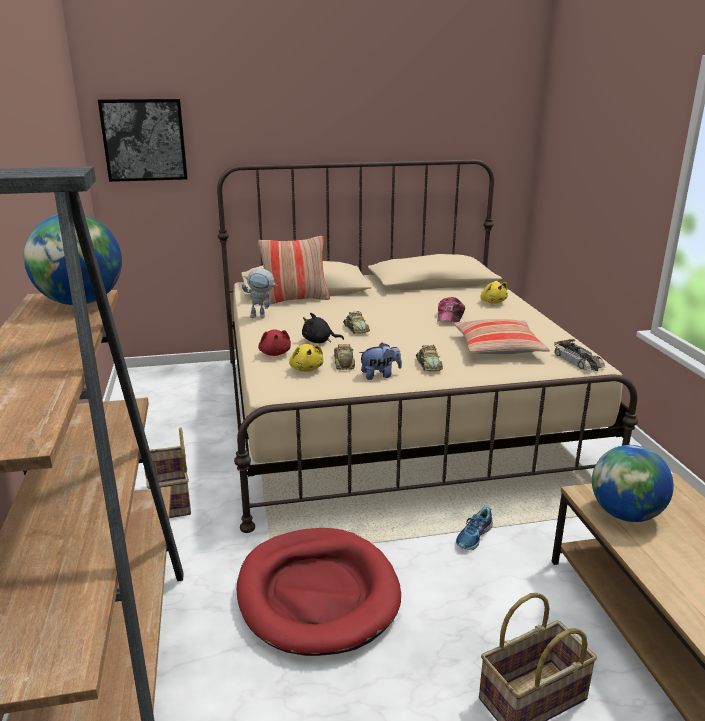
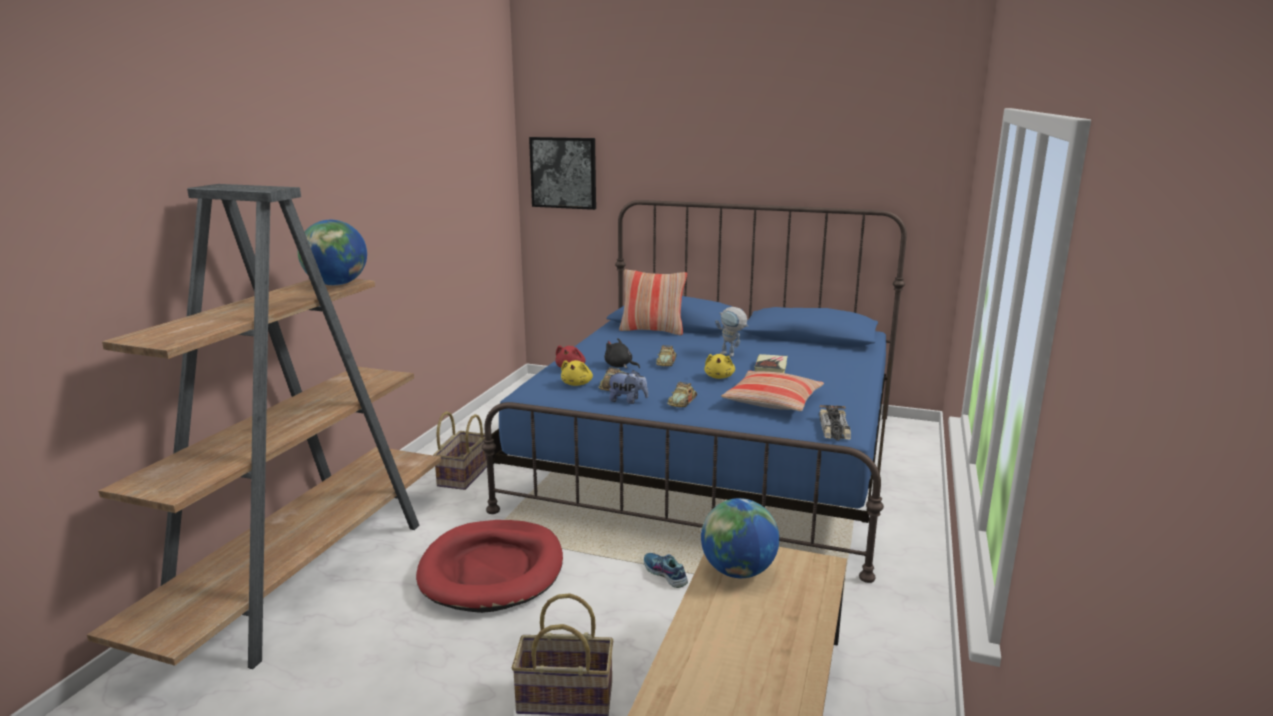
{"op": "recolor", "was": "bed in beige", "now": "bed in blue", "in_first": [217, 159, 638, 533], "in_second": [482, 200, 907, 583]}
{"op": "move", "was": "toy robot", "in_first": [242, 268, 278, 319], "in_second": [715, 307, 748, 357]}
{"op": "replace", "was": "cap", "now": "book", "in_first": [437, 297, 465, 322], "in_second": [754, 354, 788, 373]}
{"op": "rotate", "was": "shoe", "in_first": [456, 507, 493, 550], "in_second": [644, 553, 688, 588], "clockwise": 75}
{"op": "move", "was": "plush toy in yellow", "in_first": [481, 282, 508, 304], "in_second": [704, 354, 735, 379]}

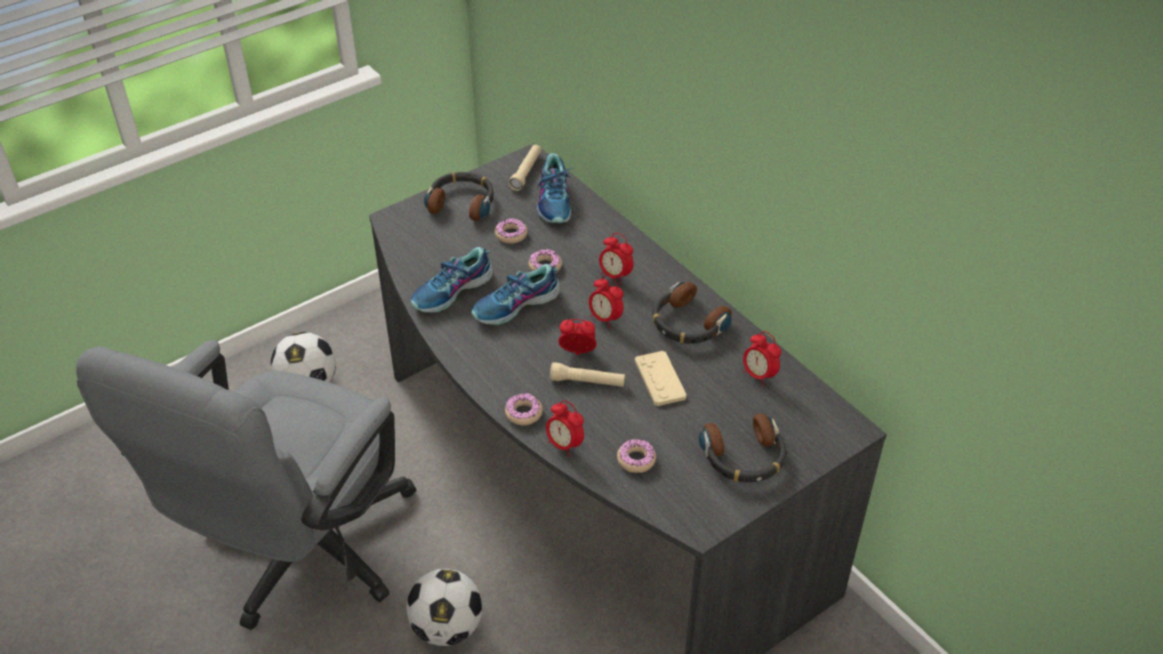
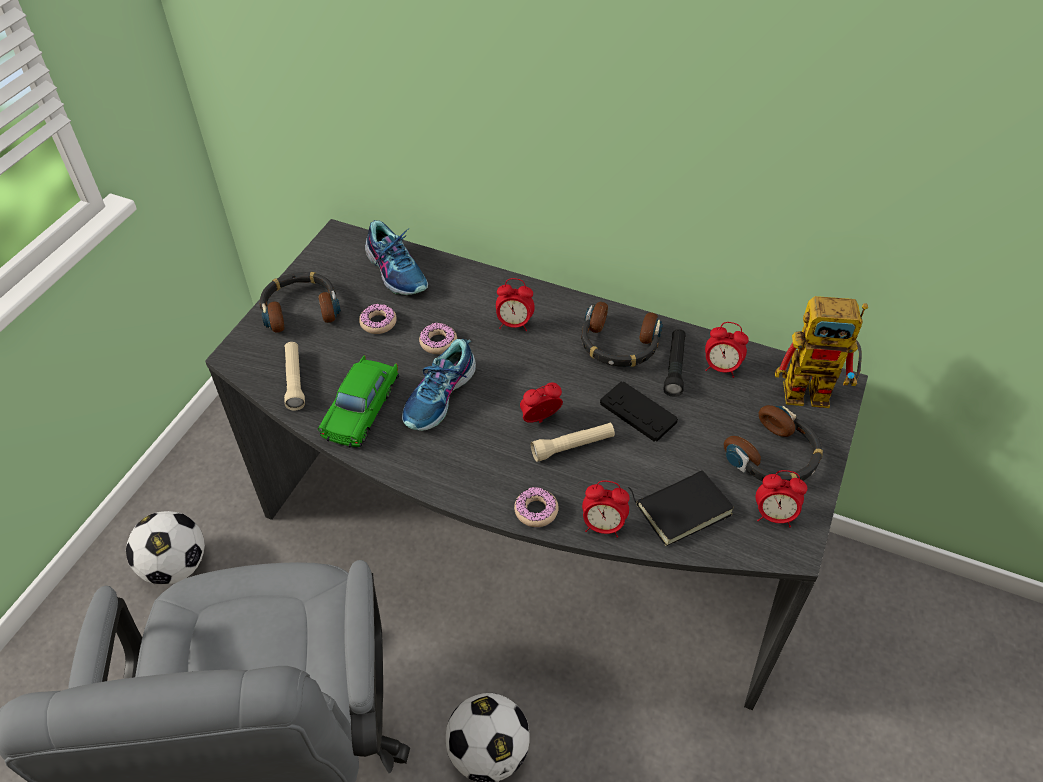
{"op": "replace", "was": "shoe", "now": "toy car in green", "in_first": [411, 247, 493, 313], "in_second": [318, 355, 399, 448]}
{"op": "move", "was": "flashlight in beige", "in_first": [508, 145, 542, 191], "in_second": [284, 342, 305, 410]}
{"op": "move", "was": "alarm clock", "in_first": [589, 275, 623, 329], "in_second": [756, 470, 807, 527]}
{"op": "replace", "was": "donut", "now": "book in black", "in_first": [617, 439, 656, 473], "in_second": [628, 470, 734, 546]}
{"op": "recolor", "was": "game controller in beige", "now": "game controller in black", "in_first": [635, 351, 687, 406], "in_second": [600, 381, 678, 442]}
{"op": "insert", "now": "flashlight in black", "in_second": [664, 329, 686, 397]}
{"op": "insert", "now": "toy robot", "in_second": [775, 296, 868, 408]}

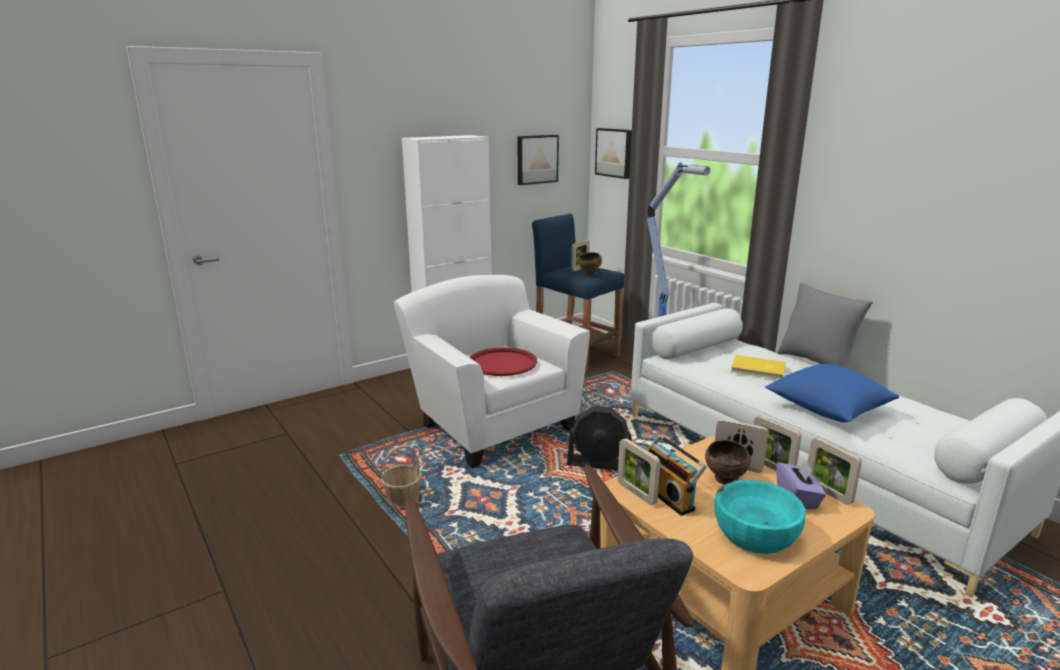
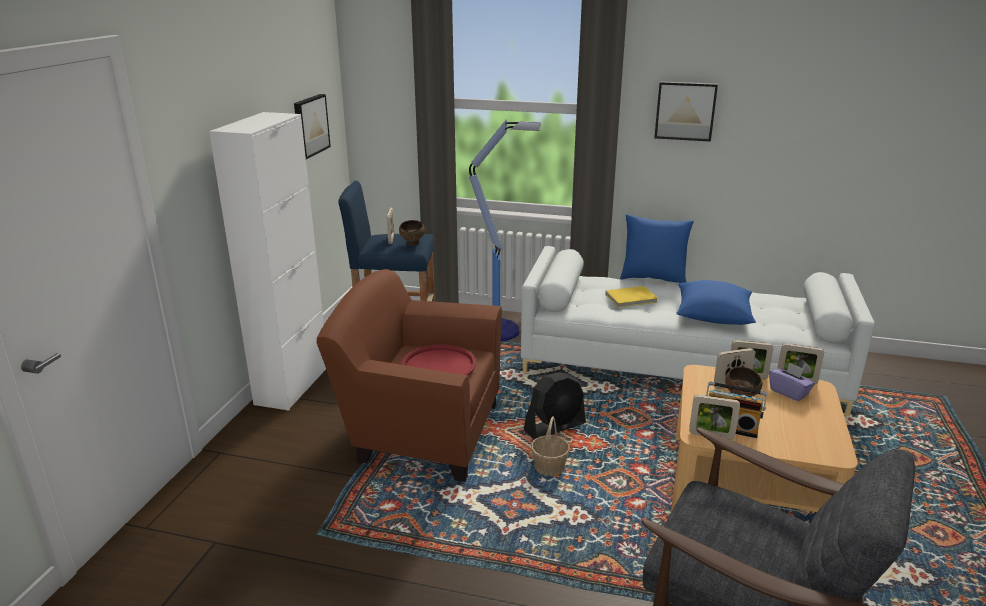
{"op": "move", "was": "basket", "in_first": [381, 445, 422, 507], "in_second": [531, 416, 570, 476]}
{"op": "recolor", "was": "armchair in white", "now": "armchair in brown", "in_first": [394, 275, 590, 468], "in_second": [317, 269, 502, 482]}
{"op": "move", "was": "picture", "in_first": [595, 128, 632, 179], "in_second": [654, 81, 718, 142]}
{"op": "delete", "was": "bowl in turquoise", "in_first": [714, 479, 806, 554]}
{"op": "recolor", "was": "pillow in grey", "now": "pillow in blue", "in_first": [777, 283, 873, 368], "in_second": [620, 214, 694, 283]}

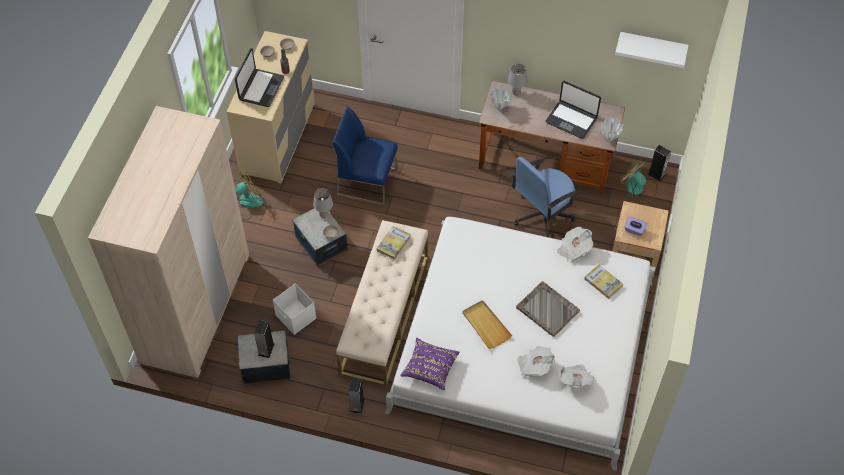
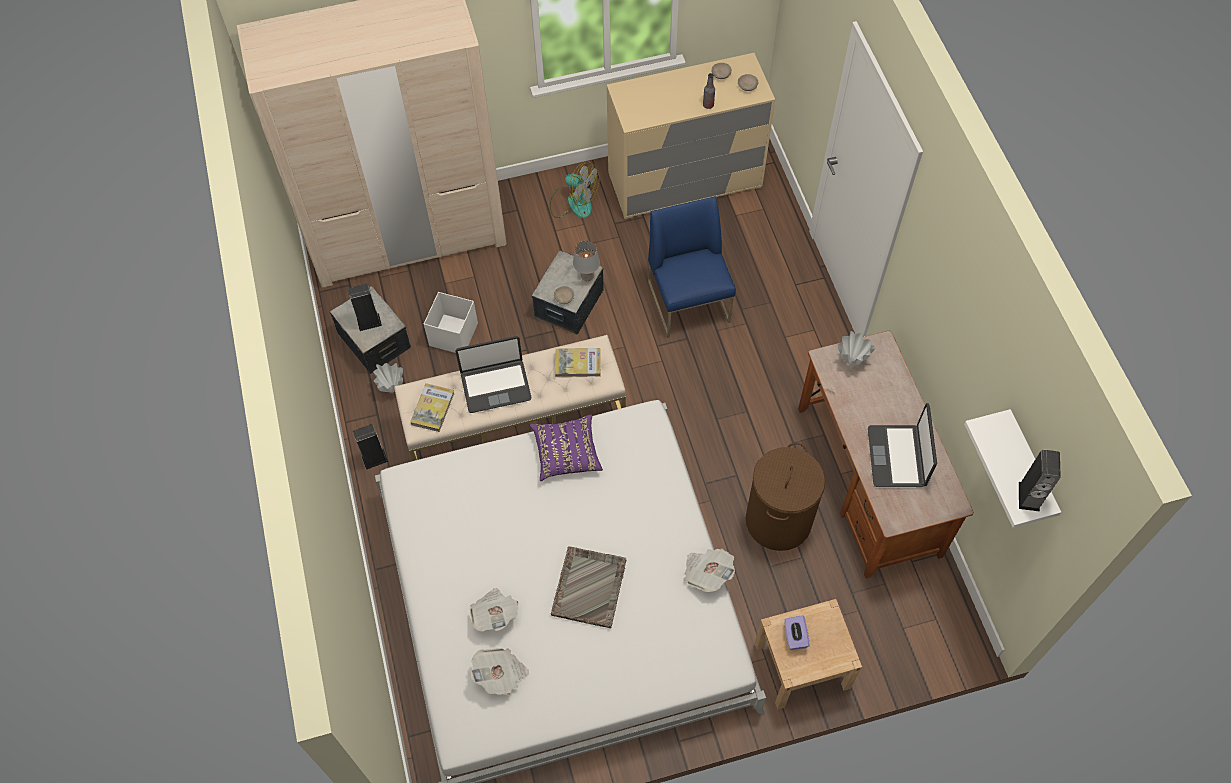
{"op": "move", "was": "laptop", "in_first": [235, 48, 284, 107], "in_second": [455, 336, 531, 413]}
{"op": "move", "was": "pillow in purple", "in_first": [400, 338, 459, 390], "in_second": [530, 414, 603, 481]}
{"op": "delete", "was": "tray in beige", "in_first": [462, 300, 512, 349]}
{"op": "delete", "was": "table lamp in grey", "in_first": [508, 64, 527, 95]}
{"op": "replace", "was": "office chair in blue", "now": "laundry basket in brown", "in_first": [512, 157, 579, 237], "in_second": [746, 442, 825, 551]}
{"op": "move", "was": "book", "in_first": [584, 264, 623, 299], "in_second": [410, 383, 455, 432]}
{"op": "move", "was": "vase in white", "in_first": [600, 117, 624, 142], "in_second": [373, 363, 403, 393]}
{"op": "delete", "was": "fan", "in_first": [620, 159, 658, 202]}
{"op": "move", "was": "speaker", "in_first": [648, 145, 671, 182], "in_second": [1019, 450, 1061, 512]}

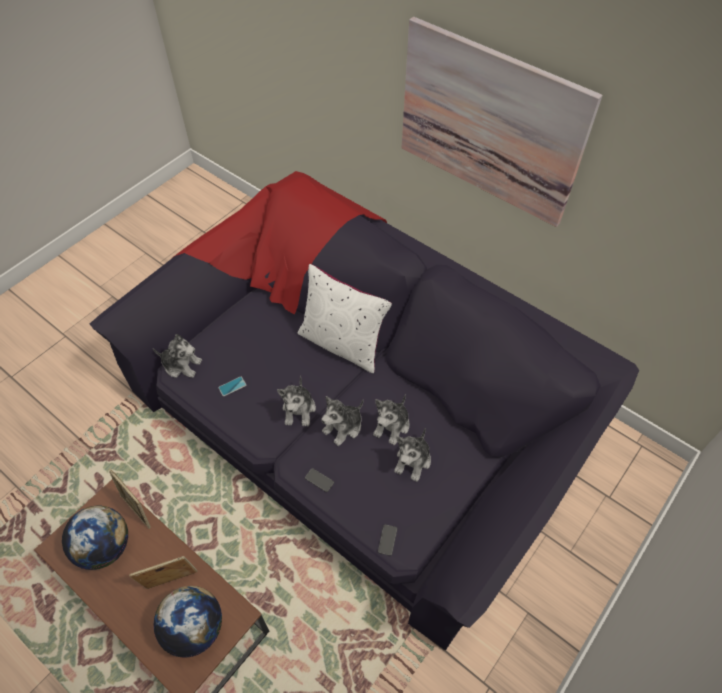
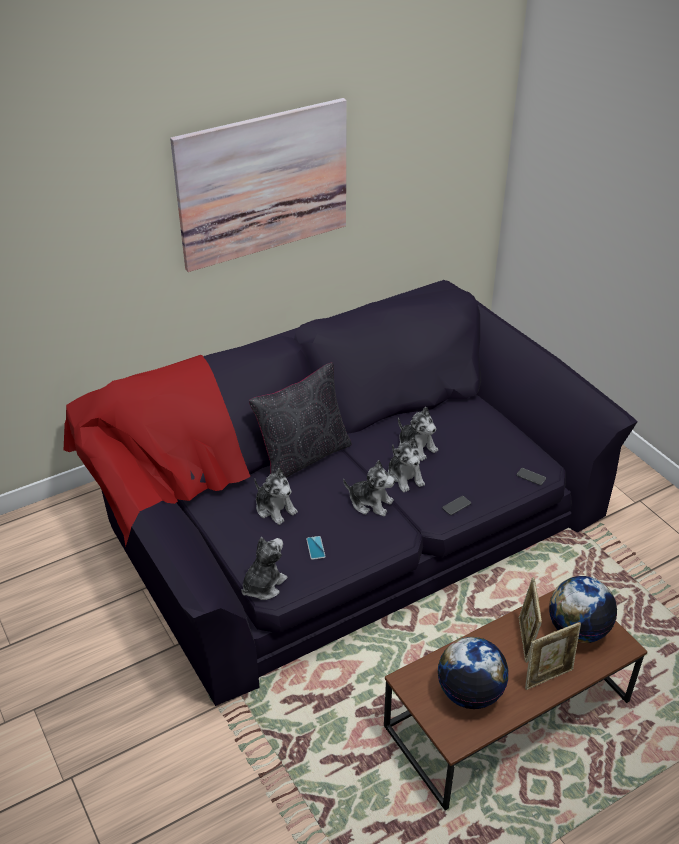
{"op": "move", "was": "picture frame", "in_first": [109, 469, 151, 529], "in_second": [525, 622, 581, 690]}
{"op": "recolor", "was": "pillow in white", "now": "pillow in black", "in_first": [298, 264, 392, 374], "in_second": [249, 362, 352, 478]}
{"op": "move", "was": "plush toy", "in_first": [394, 428, 431, 482], "in_second": [254, 468, 298, 525]}

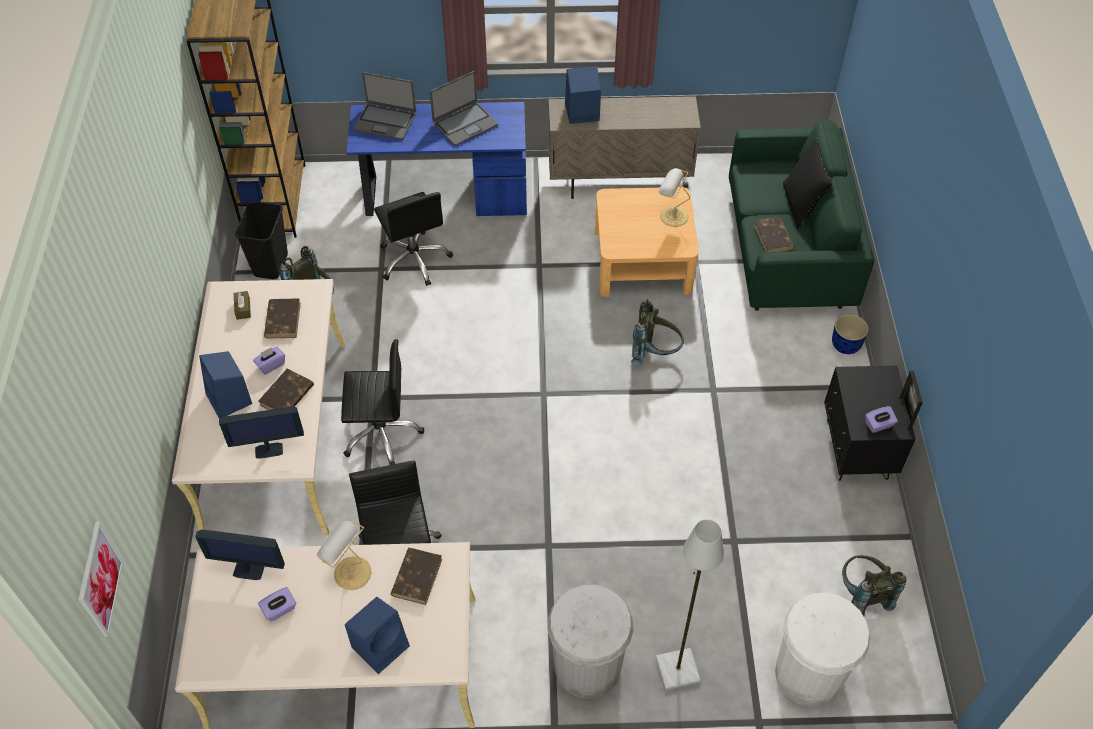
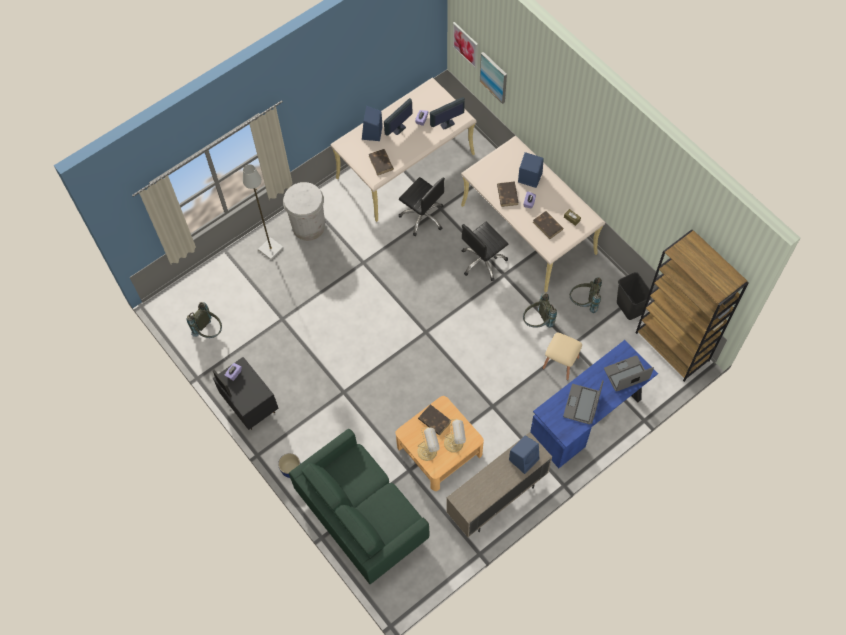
{"op": "move", "was": "monitor", "in_first": [219, 406, 304, 459], "in_second": [384, 98, 413, 136]}
{"op": "move", "was": "table lamp", "in_first": [317, 521, 371, 590], "in_second": [444, 419, 466, 453]}
{"op": "replace", "was": "office chair in black", "now": "stool in beige", "in_first": [374, 192, 453, 286], "in_second": [542, 333, 582, 380]}
{"op": "move", "was": "backpack in grey", "in_first": [631, 299, 684, 365], "in_second": [523, 293, 557, 328]}
{"op": "move", "was": "book in brown", "in_first": [754, 217, 794, 252], "in_second": [418, 404, 451, 435]}
{"op": "delete", "was": "trash can in white", "in_first": [775, 593, 870, 707]}
{"op": "delete", "was": "pillow in black", "in_first": [783, 137, 832, 229]}
{"op": "insert", "now": "picture", "in_second": [480, 52, 507, 104]}

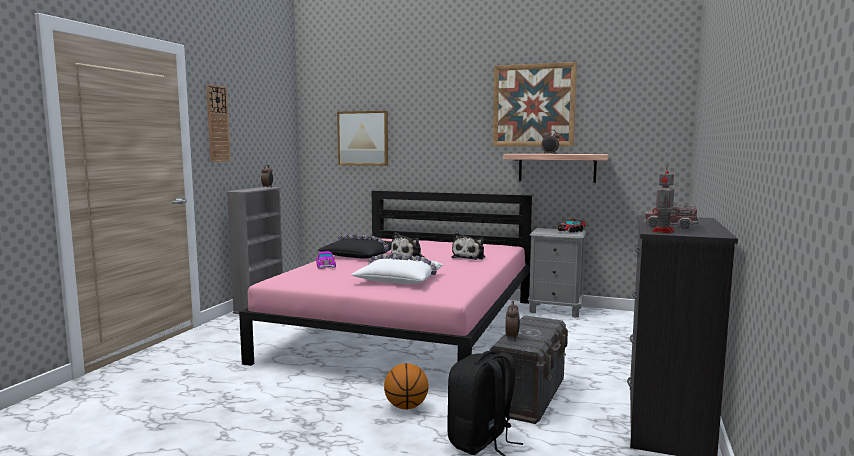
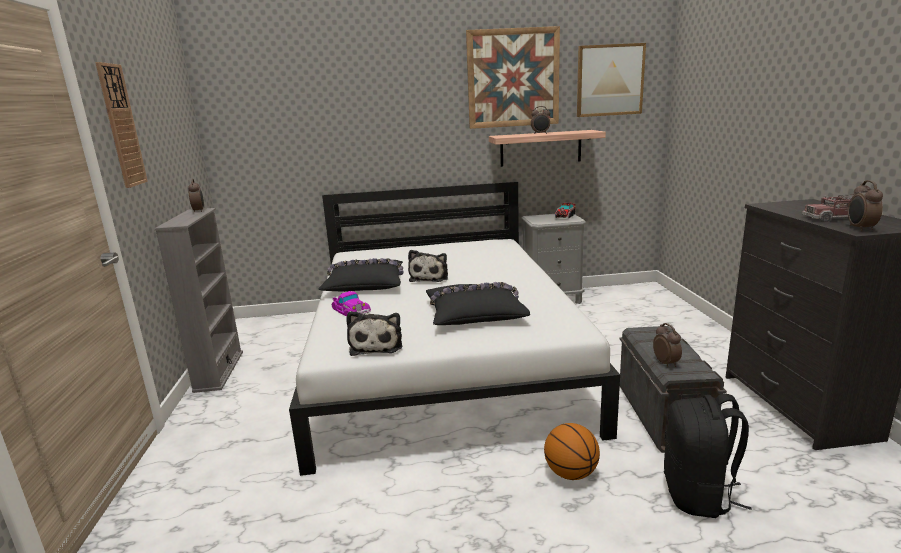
{"op": "recolor", "was": "bed in pink", "now": "bed in white", "in_first": [239, 191, 532, 366], "in_second": [289, 181, 620, 476]}
{"op": "move", "was": "picture", "in_first": [337, 111, 388, 166], "in_second": [577, 43, 646, 117]}
{"op": "recolor", "was": "pillow in white", "now": "pillow in black", "in_first": [351, 254, 444, 284], "in_second": [426, 282, 530, 325]}
{"op": "move", "was": "plush toy", "in_first": [452, 233, 485, 260], "in_second": [346, 311, 402, 356]}
{"op": "replace", "was": "toy robot", "now": "alarm clock", "in_first": [652, 165, 675, 233], "in_second": [848, 180, 883, 231]}

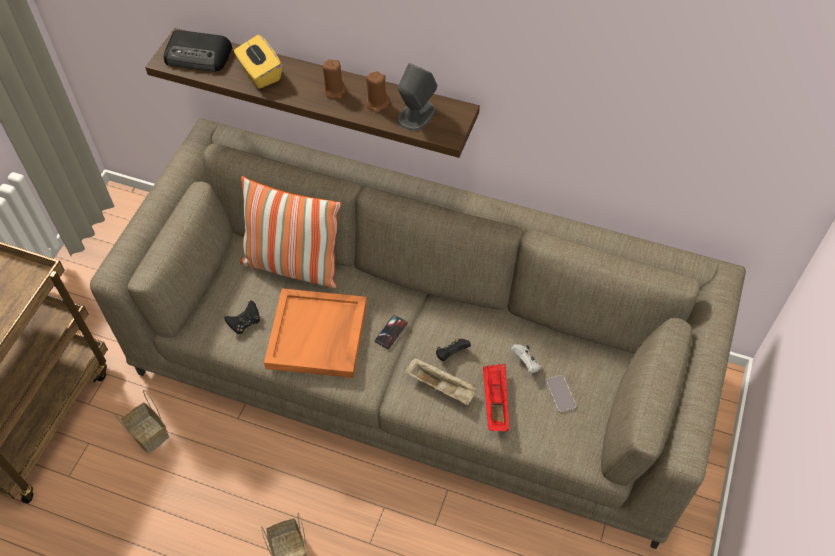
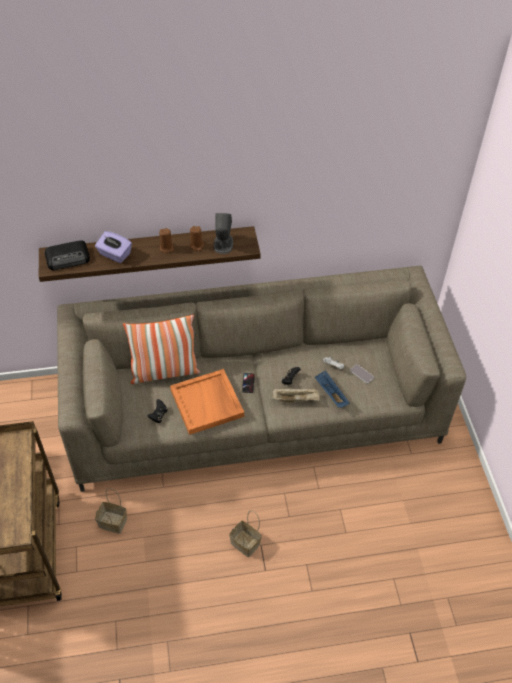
{"op": "recolor", "was": "tissue box in yellow", "now": "tissue box in purple", "in_first": [234, 35, 282, 89], "in_second": [95, 231, 132, 263]}
{"op": "recolor", "was": "tray in red", "now": "tray in blue", "in_first": [483, 364, 509, 431], "in_second": [315, 370, 350, 408]}

